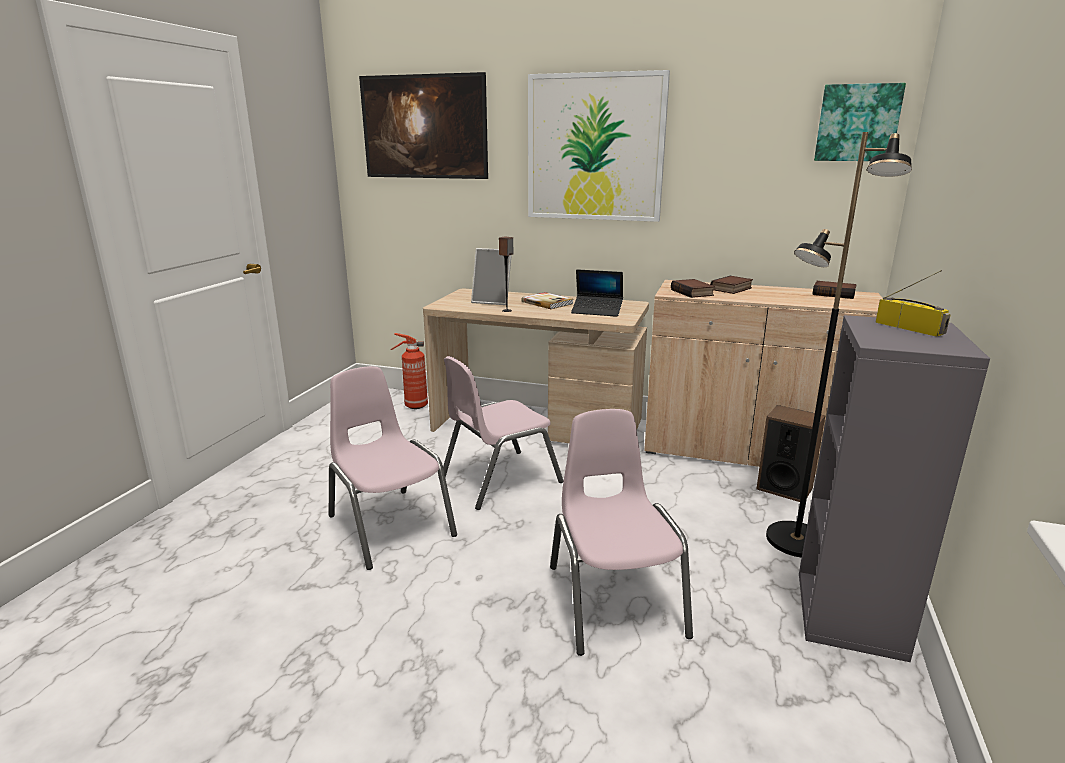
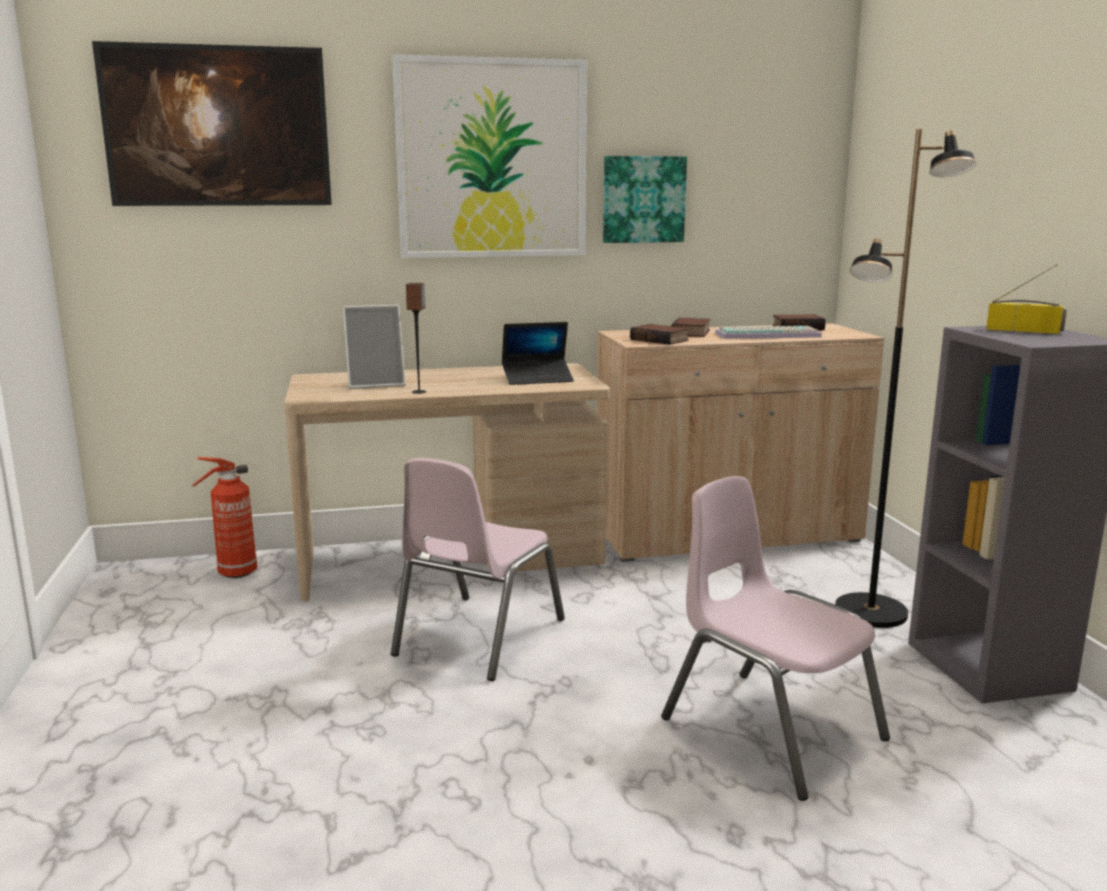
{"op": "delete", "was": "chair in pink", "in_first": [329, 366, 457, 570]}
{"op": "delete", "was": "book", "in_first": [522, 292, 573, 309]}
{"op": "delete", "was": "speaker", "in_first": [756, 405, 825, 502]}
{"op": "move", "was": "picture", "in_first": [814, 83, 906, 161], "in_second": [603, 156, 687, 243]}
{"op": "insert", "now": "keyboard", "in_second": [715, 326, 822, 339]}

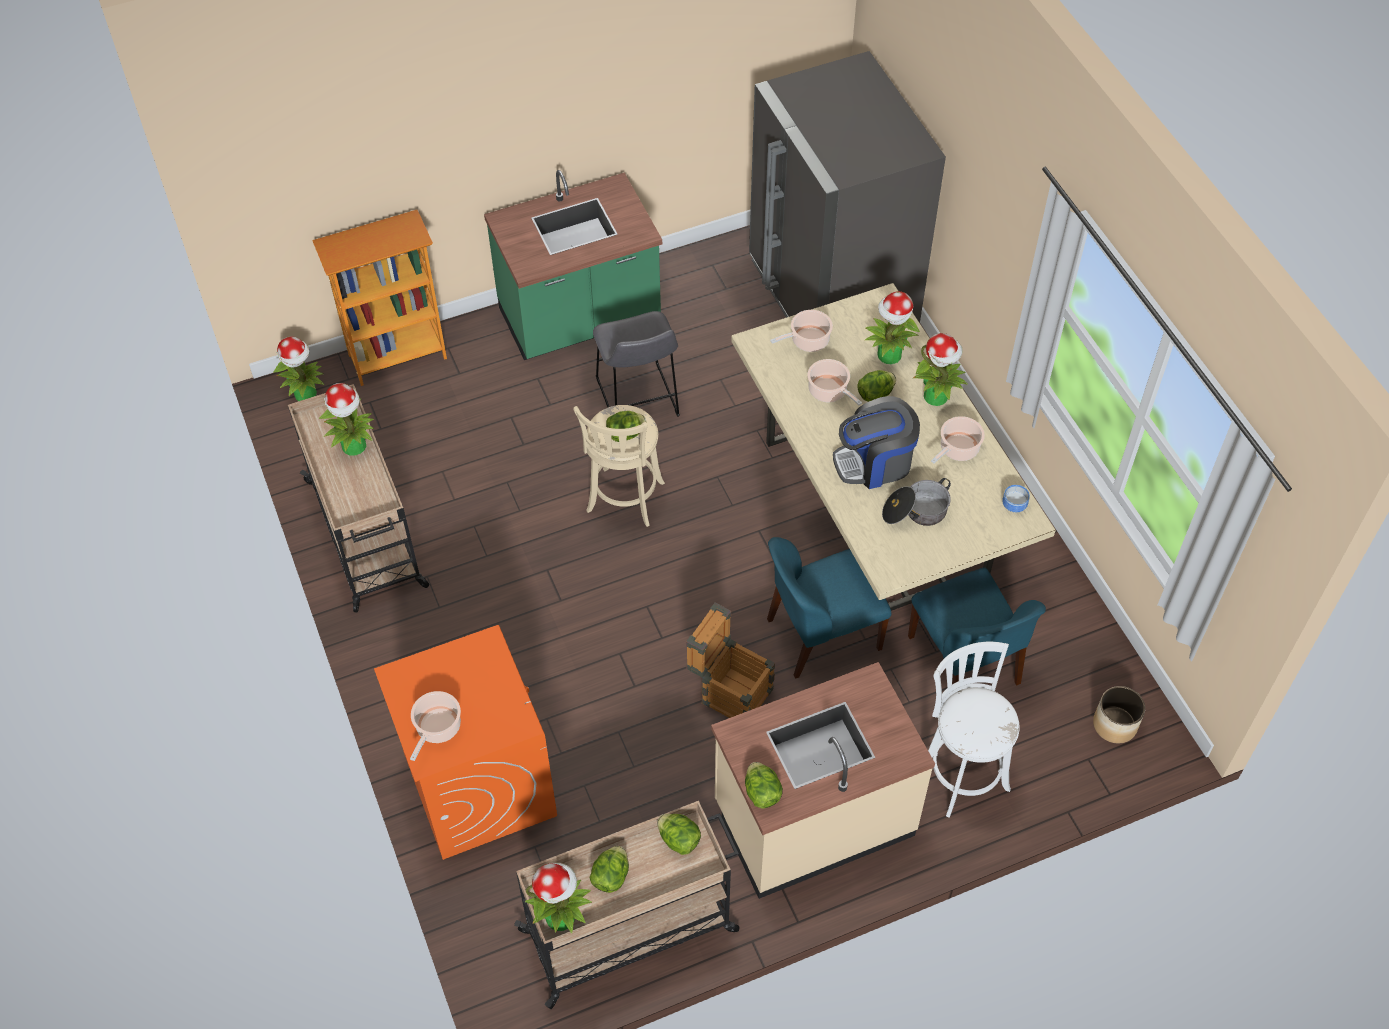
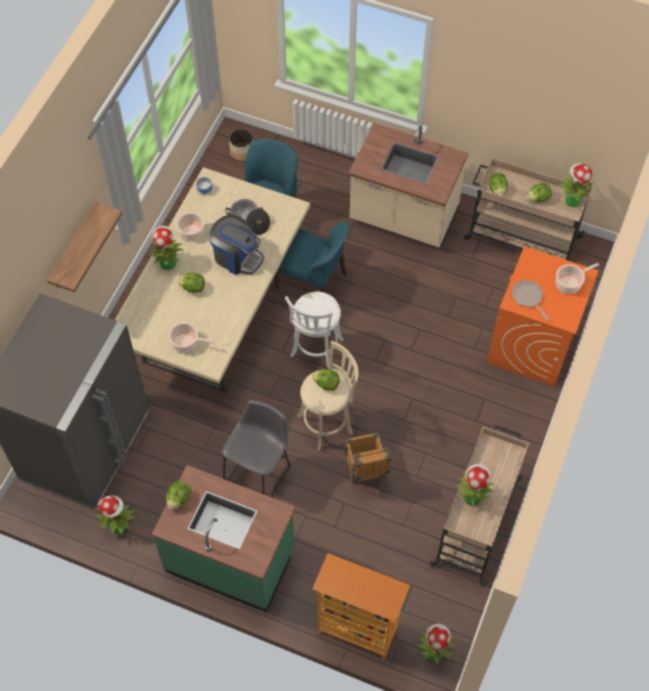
{"op": "move", "was": "crate", "in_first": [686, 603, 775, 718], "in_second": [344, 432, 391, 484]}
{"op": "move", "was": "lettuce", "in_first": [745, 762, 783, 808], "in_second": [166, 481, 191, 510]}
{"op": "delete", "was": "cooking pot", "in_first": [807, 359, 862, 405]}
{"op": "move", "was": "potted plant", "in_first": [864, 291, 920, 364], "in_second": [96, 495, 135, 535]}
{"op": "move", "was": "stool in white", "in_first": [928, 642, 1020, 817], "in_second": [285, 292, 344, 369]}
{"op": "insert", "now": "shelf", "in_second": [47, 202, 122, 293]}
{"op": "insert", "now": "frying pan", "in_second": [512, 280, 550, 320]}

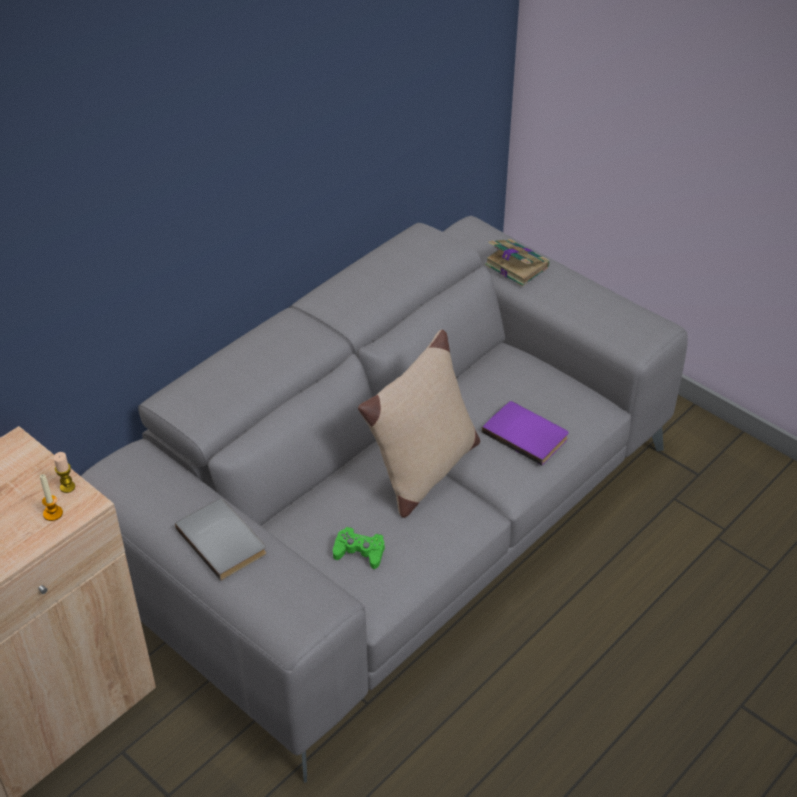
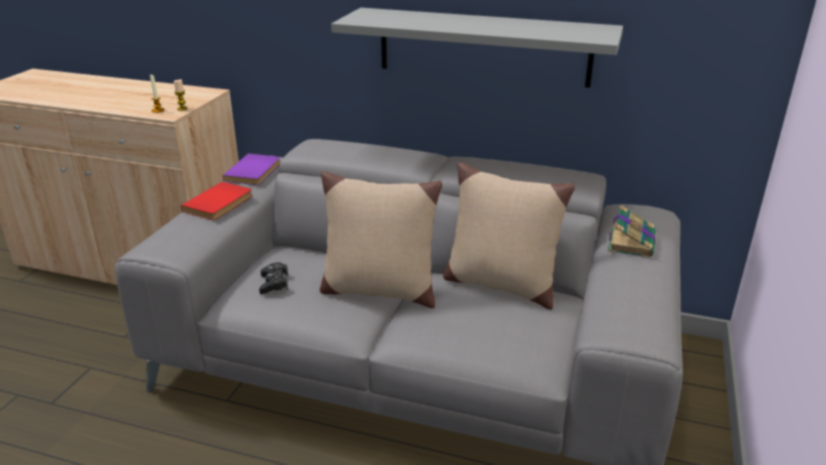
{"op": "recolor", "was": "book in grey", "now": "book in red", "in_first": [175, 499, 266, 581], "in_second": [181, 182, 253, 220]}
{"op": "recolor", "was": "game controller in green", "now": "game controller in black", "in_first": [333, 527, 385, 569], "in_second": [259, 262, 288, 294]}
{"op": "move", "was": "book in purple", "in_first": [482, 401, 569, 466], "in_second": [223, 154, 280, 185]}
{"op": "insert", "now": "shelf in grey", "in_second": [331, 8, 623, 88]}
{"op": "insert", "now": "pillow in beige", "in_second": [443, 162, 575, 310]}

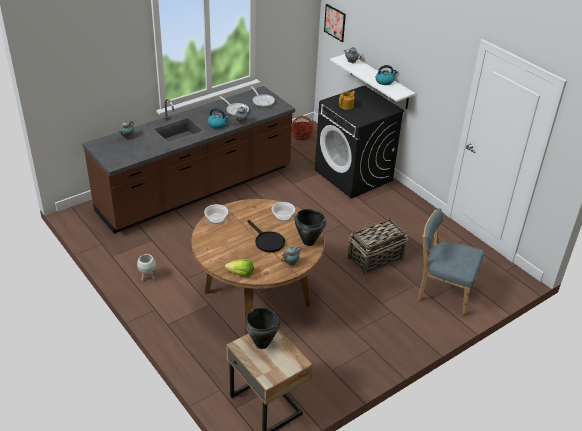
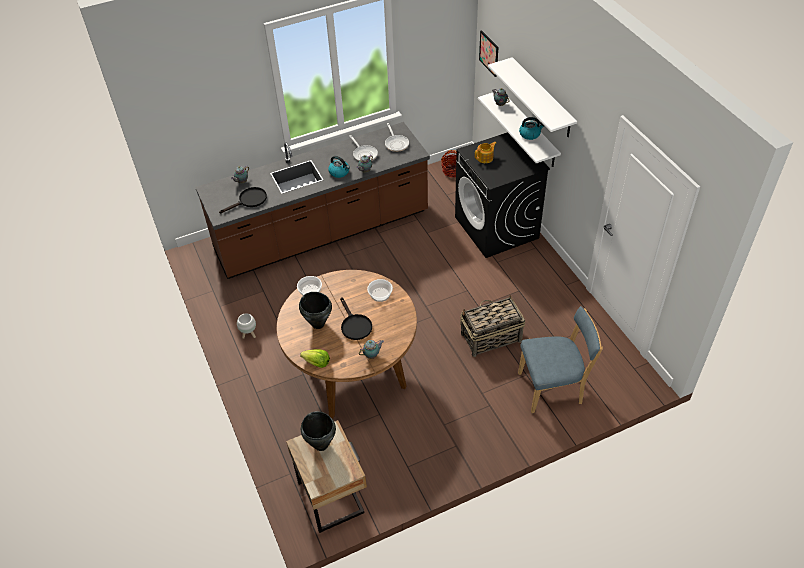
{"op": "move", "was": "cooking pot in black", "in_first": [295, 209, 326, 246], "in_second": [299, 292, 332, 329]}
{"op": "rotate", "was": "chair in blue", "in_first": [418, 208, 484, 316], "in_second": [518, 306, 603, 413], "clockwise": 135}
{"op": "insert", "now": "frying pan in black", "in_second": [219, 187, 267, 213]}
{"op": "insert", "now": "shelf in white", "in_second": [488, 57, 577, 137]}

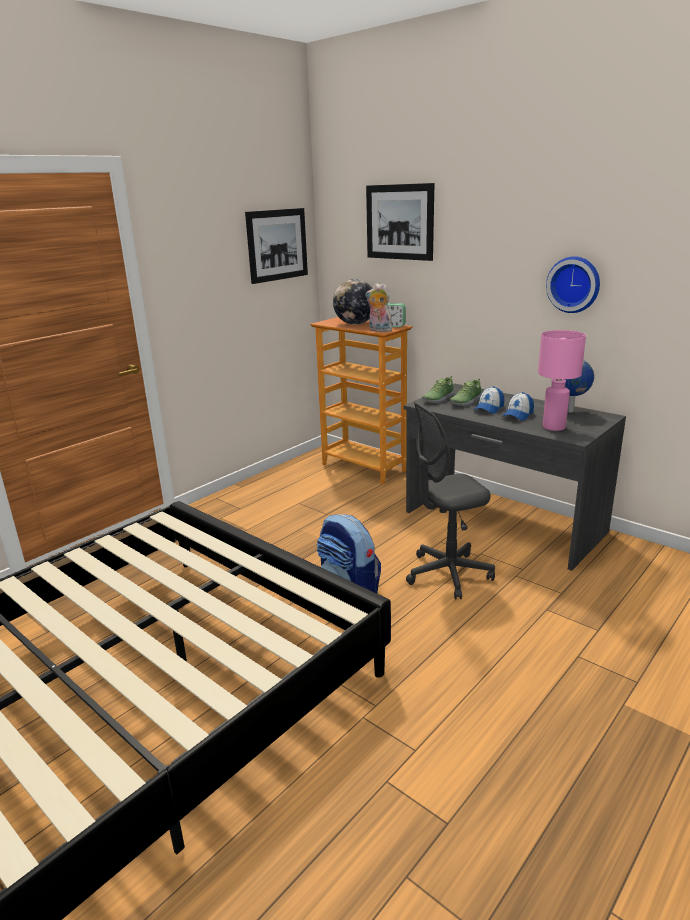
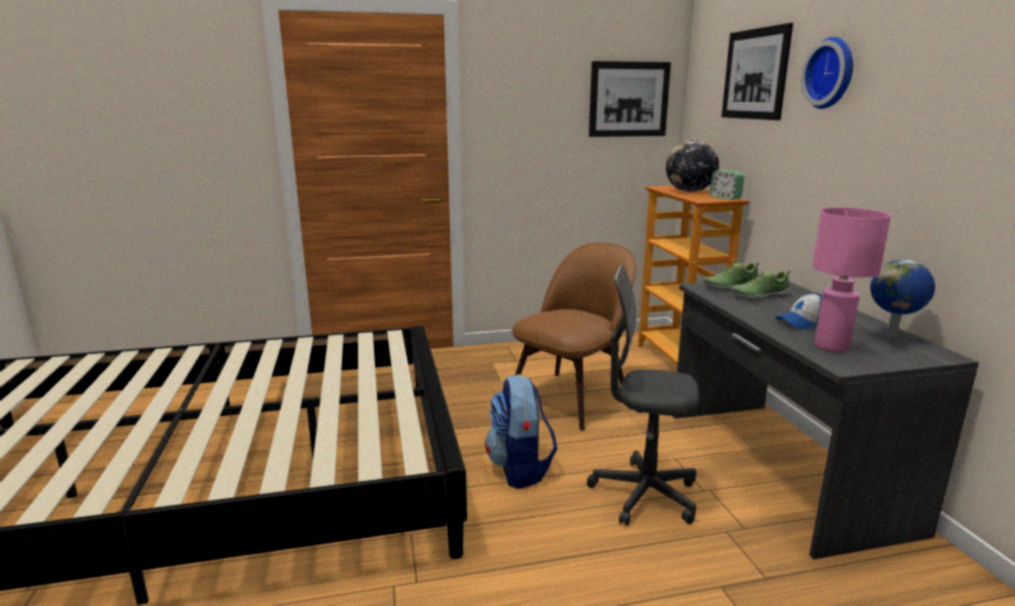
{"op": "delete", "was": "plush toy", "in_first": [365, 283, 392, 332]}
{"op": "delete", "was": "cap", "in_first": [474, 386, 504, 414]}
{"op": "move", "was": "wall clock", "in_first": [546, 256, 600, 313], "in_second": [801, 37, 853, 109]}
{"op": "insert", "now": "chair in brown", "in_second": [512, 242, 636, 431]}

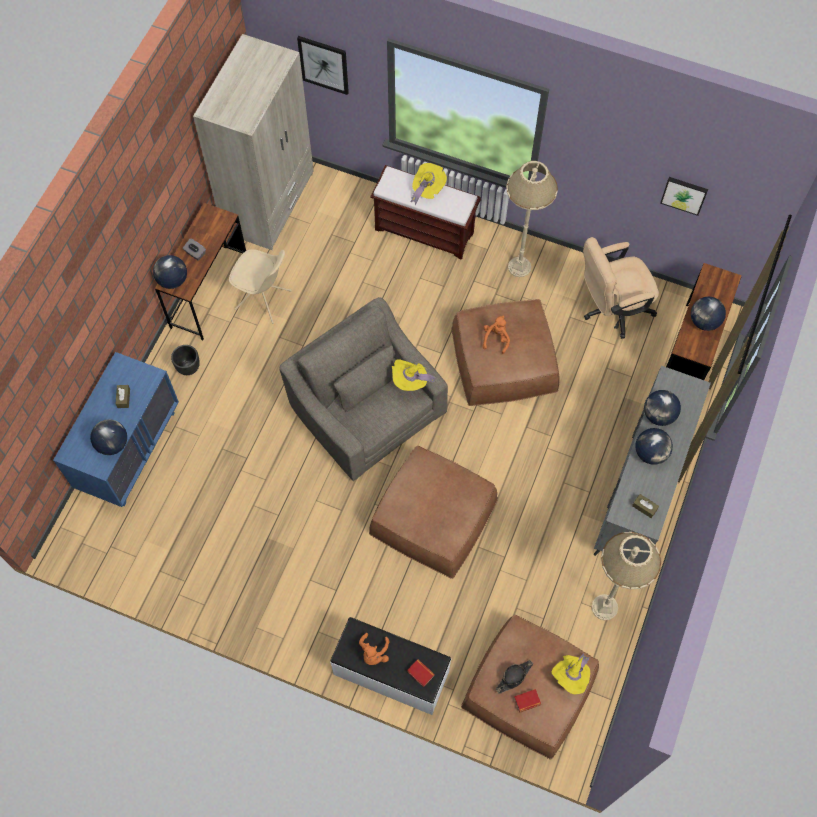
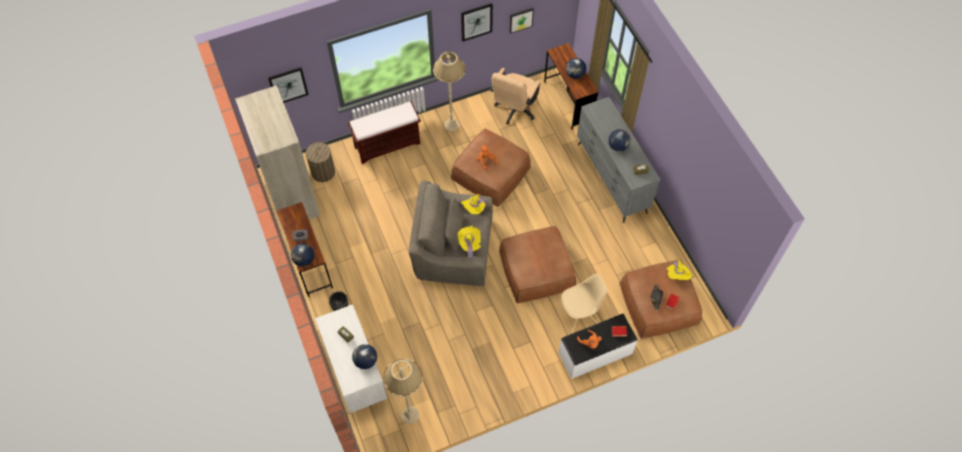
{"op": "recolor", "was": "dresser in blue", "now": "dresser in white", "in_first": [53, 352, 179, 507], "in_second": [315, 304, 387, 413]}
{"op": "move", "was": "chair in beige", "in_first": [229, 249, 292, 324], "in_second": [558, 274, 607, 334]}
{"op": "move", "was": "hat in yellow", "in_first": [410, 163, 447, 205], "in_second": [457, 226, 481, 259]}
{"op": "move", "was": "floor lamp in beige", "in_first": [592, 532, 661, 620], "in_second": [383, 359, 423, 424]}
{"op": "delete", "was": "globe", "in_first": [644, 390, 681, 426]}
{"op": "insert", "now": "laundry basket", "in_second": [305, 141, 335, 182]}
{"op": "insert", "now": "picture", "in_second": [461, 3, 493, 42]}

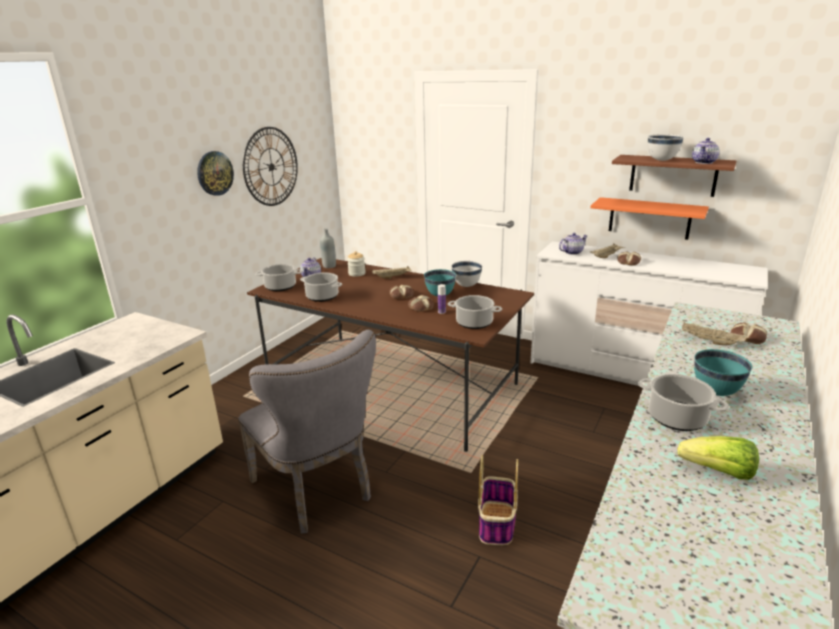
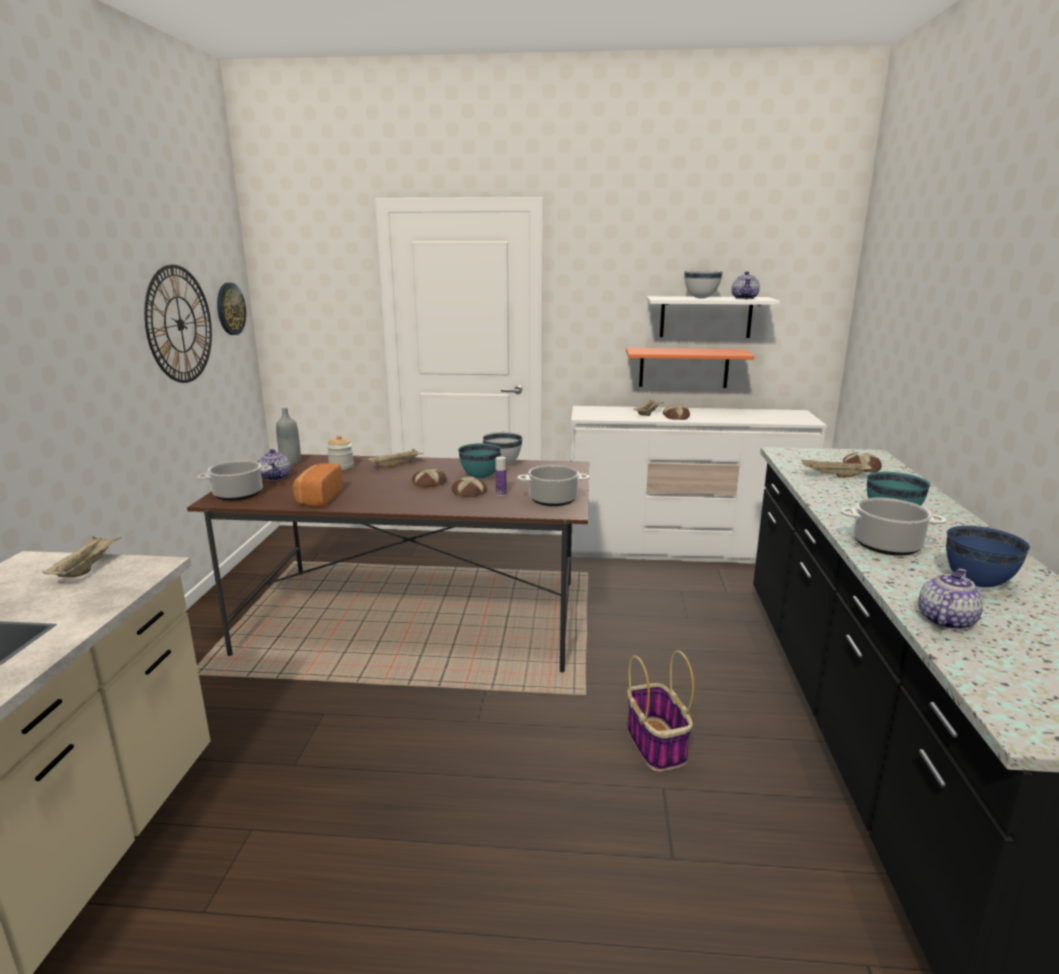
{"op": "move", "was": "wall clock", "in_first": [197, 151, 234, 196], "in_second": [217, 283, 246, 335]}
{"op": "delete", "was": "chair in grey", "in_first": [238, 330, 376, 534]}
{"op": "replace", "was": "cooking pot", "now": "bread", "in_first": [300, 272, 342, 302], "in_second": [293, 463, 343, 507]}
{"op": "move", "was": "teapot", "in_first": [559, 233, 588, 255], "in_second": [918, 568, 983, 630]}
{"op": "recolor", "was": "shelf in brown", "now": "shelf in white", "in_first": [612, 155, 736, 197], "in_second": [647, 296, 780, 338]}
{"op": "replace", "was": "lettuce", "now": "bowl in blue", "in_first": [678, 436, 759, 480], "in_second": [946, 526, 1030, 587]}
{"op": "insert", "now": "tray in beige", "in_second": [42, 536, 122, 577]}

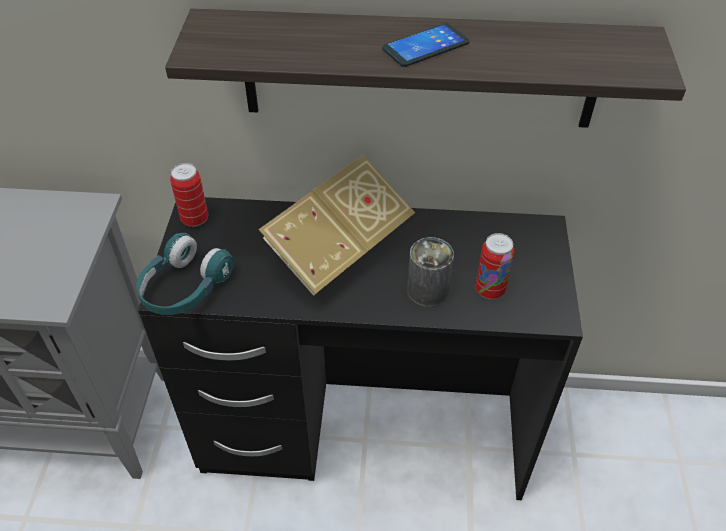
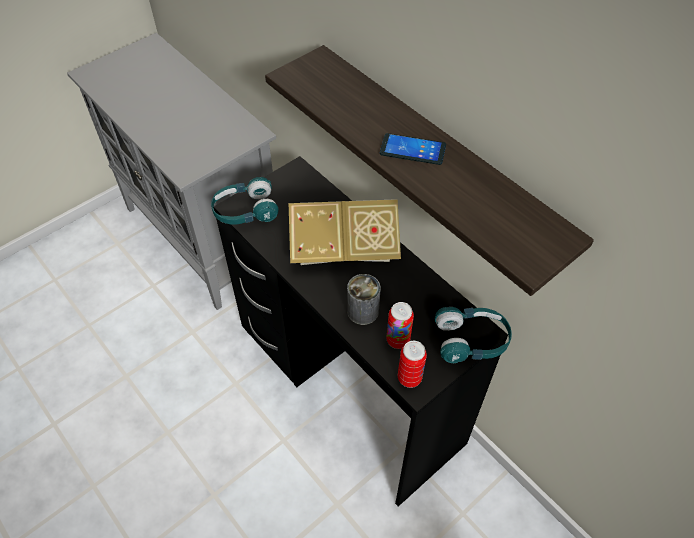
{"op": "move", "was": "can", "in_first": [170, 163, 208, 227], "in_second": [398, 341, 427, 388]}
{"op": "insert", "now": "headphones in turquoise", "in_second": [434, 307, 512, 363]}

